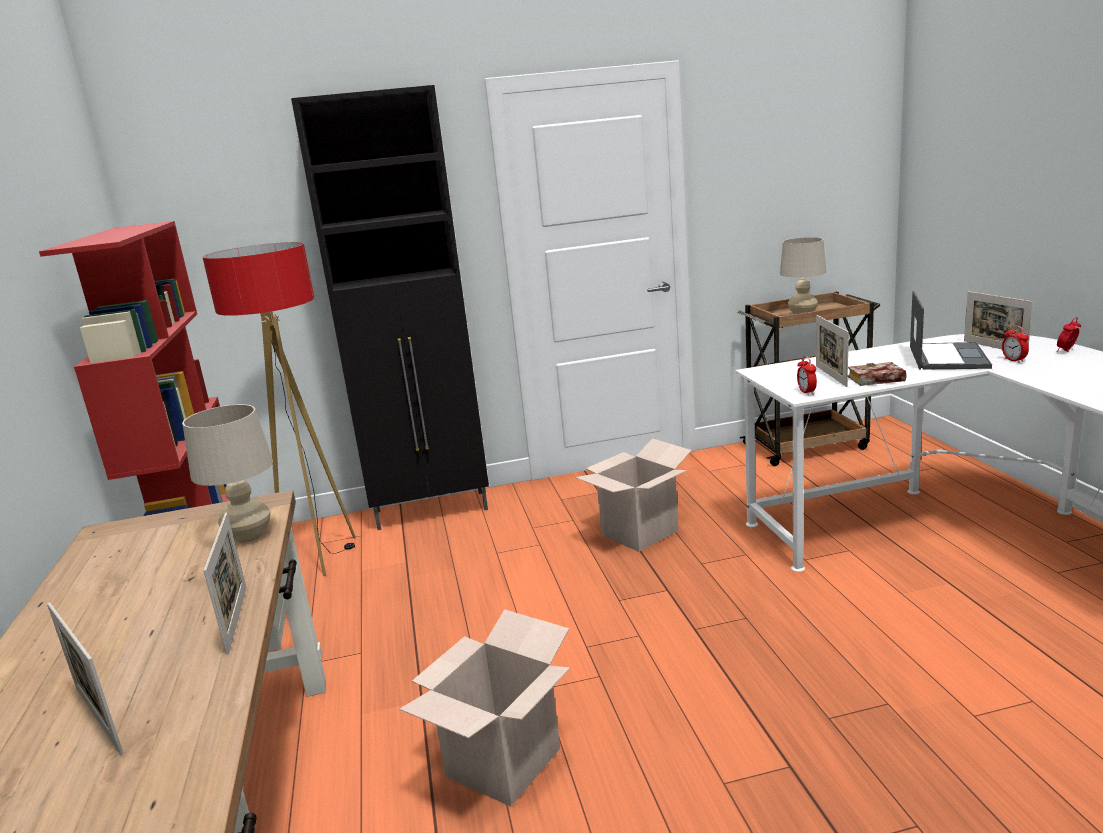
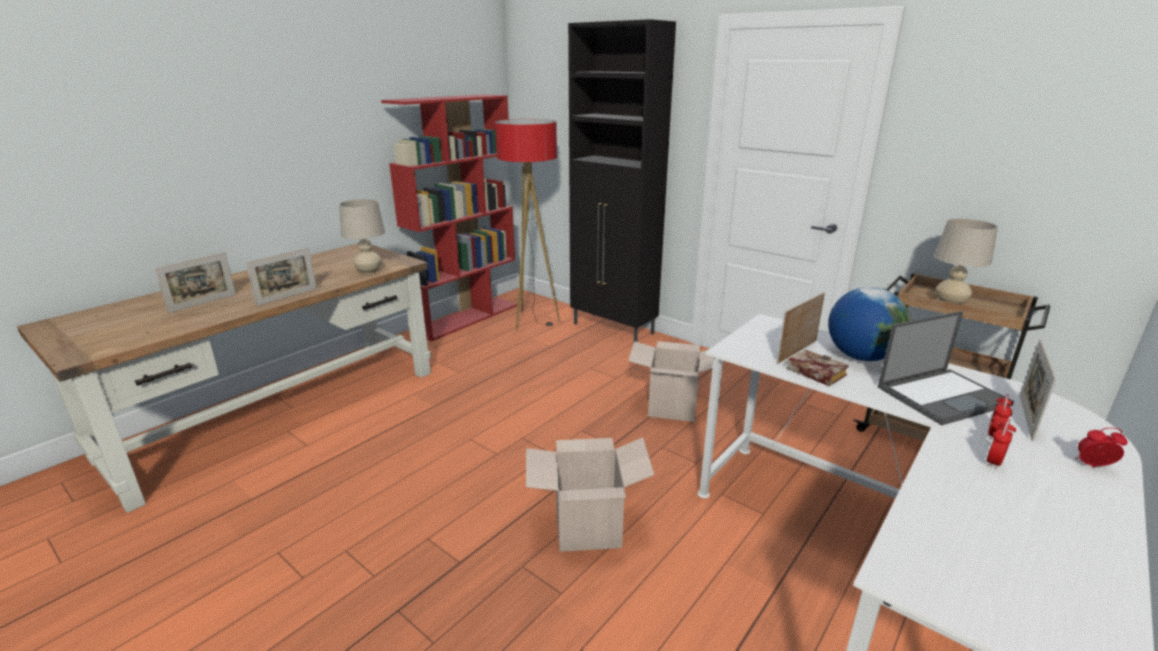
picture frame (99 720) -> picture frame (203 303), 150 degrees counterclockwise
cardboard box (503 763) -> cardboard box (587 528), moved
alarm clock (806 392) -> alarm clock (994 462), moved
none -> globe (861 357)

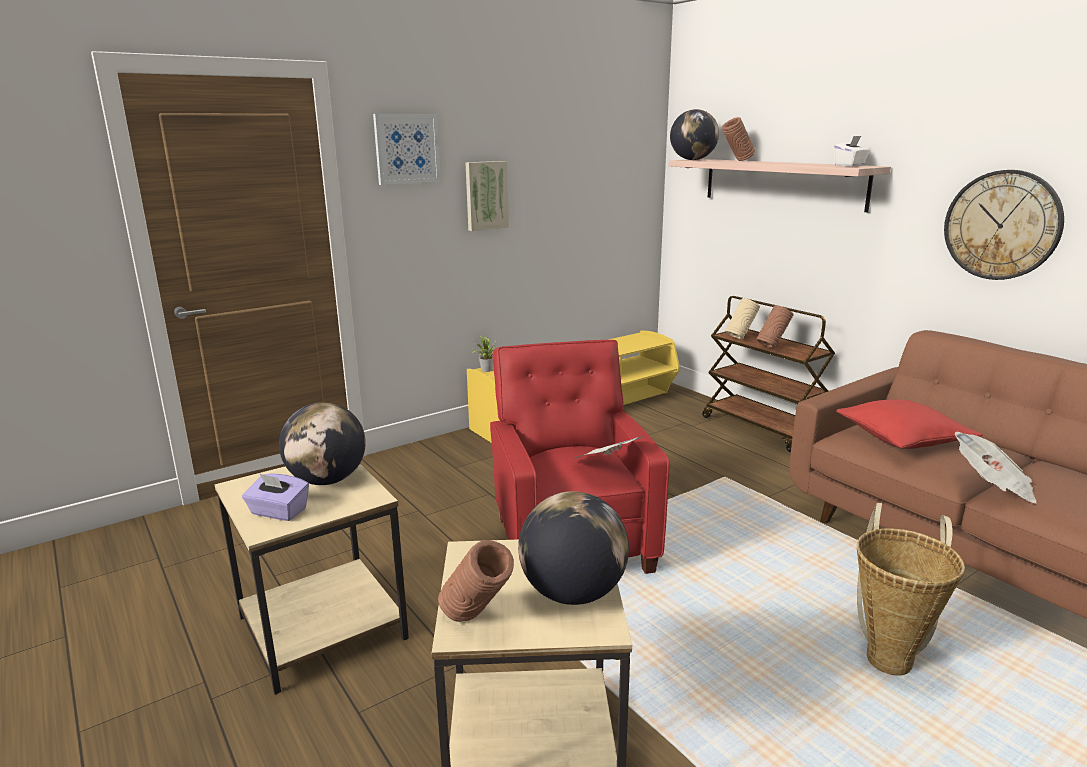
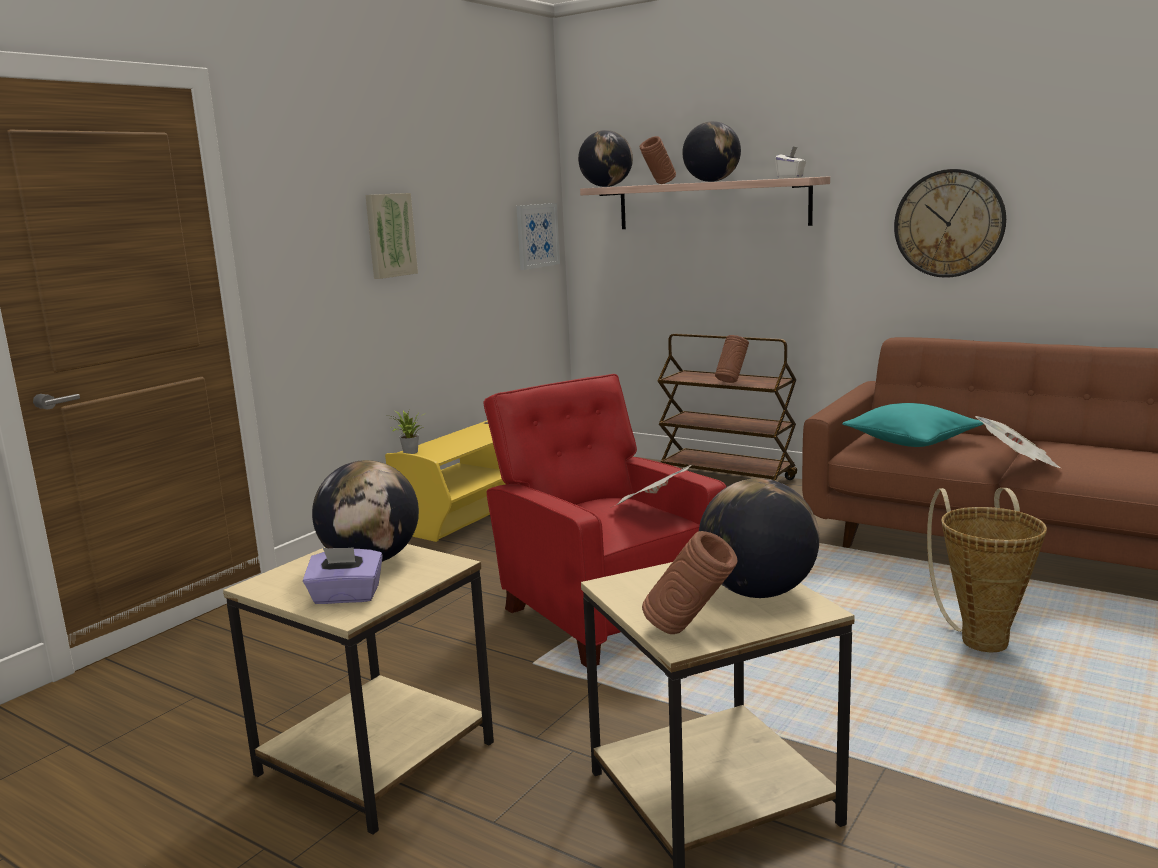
picture (406 149) -> picture (537 235), moved
vase (beige) (740 338) -> none
pillow (red) (902 438) -> pillow (turquoise) (911 440)
none -> globe (712 181)

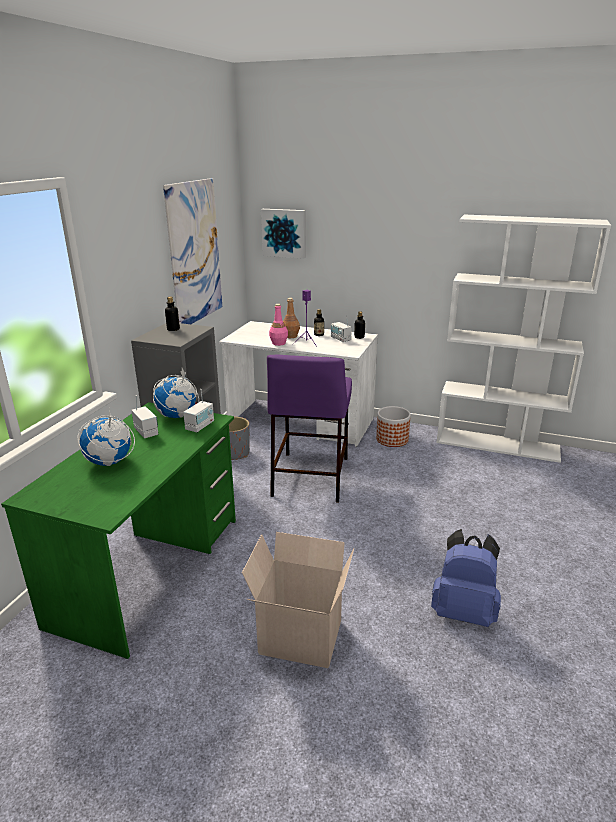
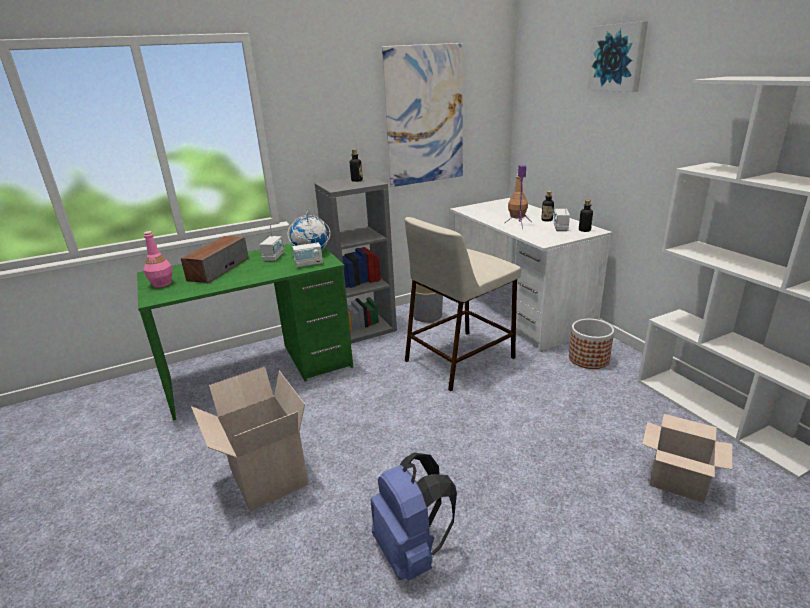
globe (109 463) -> speaker (218 269)
picture (284 233) -> picture (618 57), moved
stool (purple) (310 475) -> stool (beige) (460 358)
bottle (pink) (278 343) -> bottle (pink) (161 284), moved
none -> cardboard box (679 480)

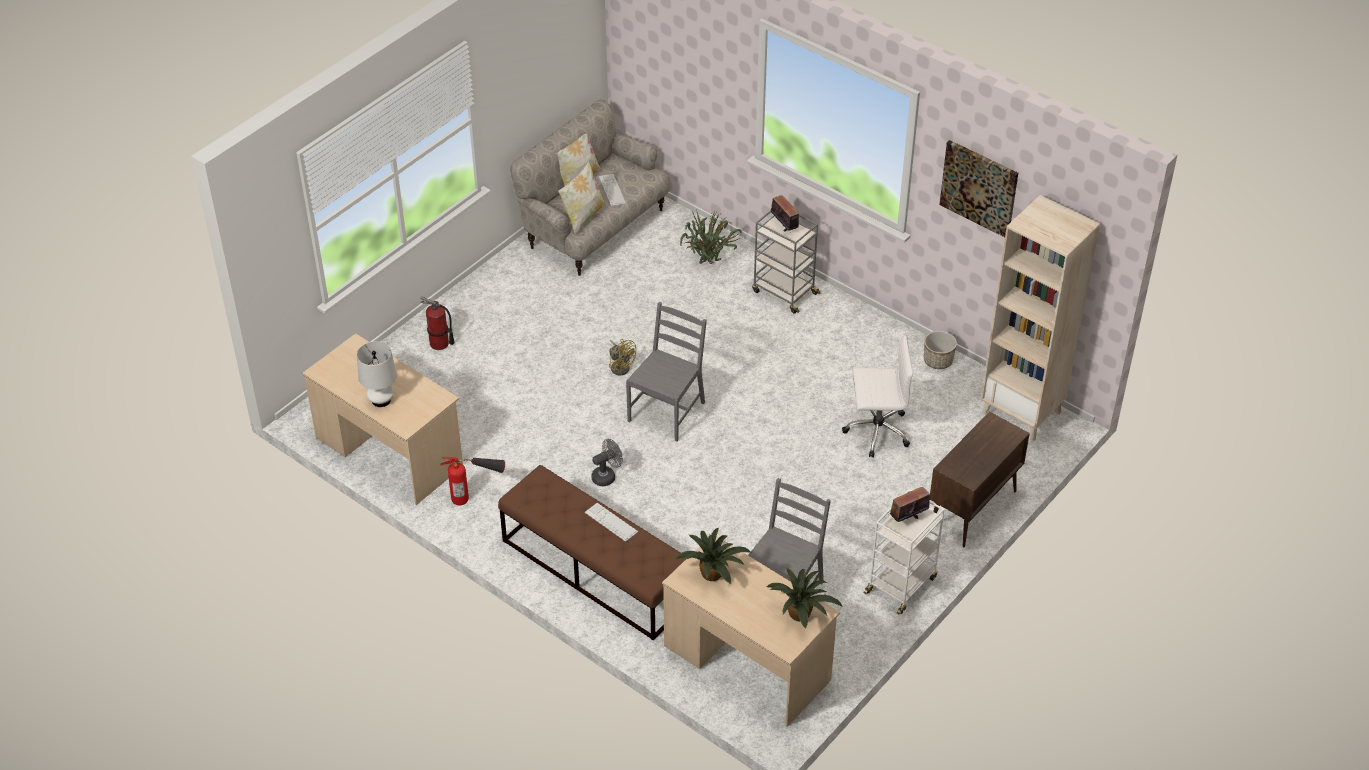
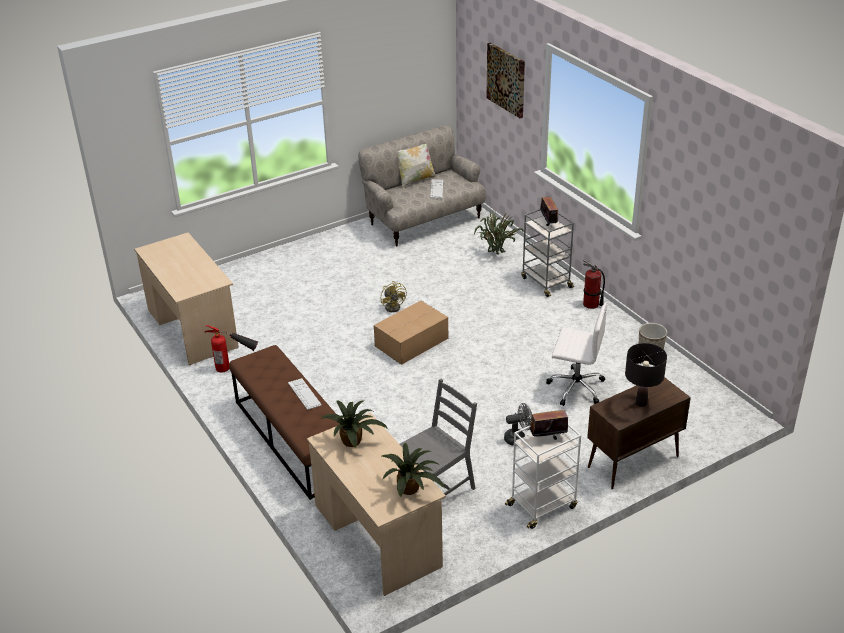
table lamp (white) (381 400) -> none
fire extinguisher (439 344) -> fire extinguisher (591 304), moved
pillow (583 217) -> none
fan (grey) (607 476) -> fan (grey) (518 438), moved
chair (grey) (667 411) -> cardboard box (412 342)
picture (979 187) -> picture (506 79), moved
bookcase (beige) (1022 412) -> none
none -> table lamp (black) (641 403)

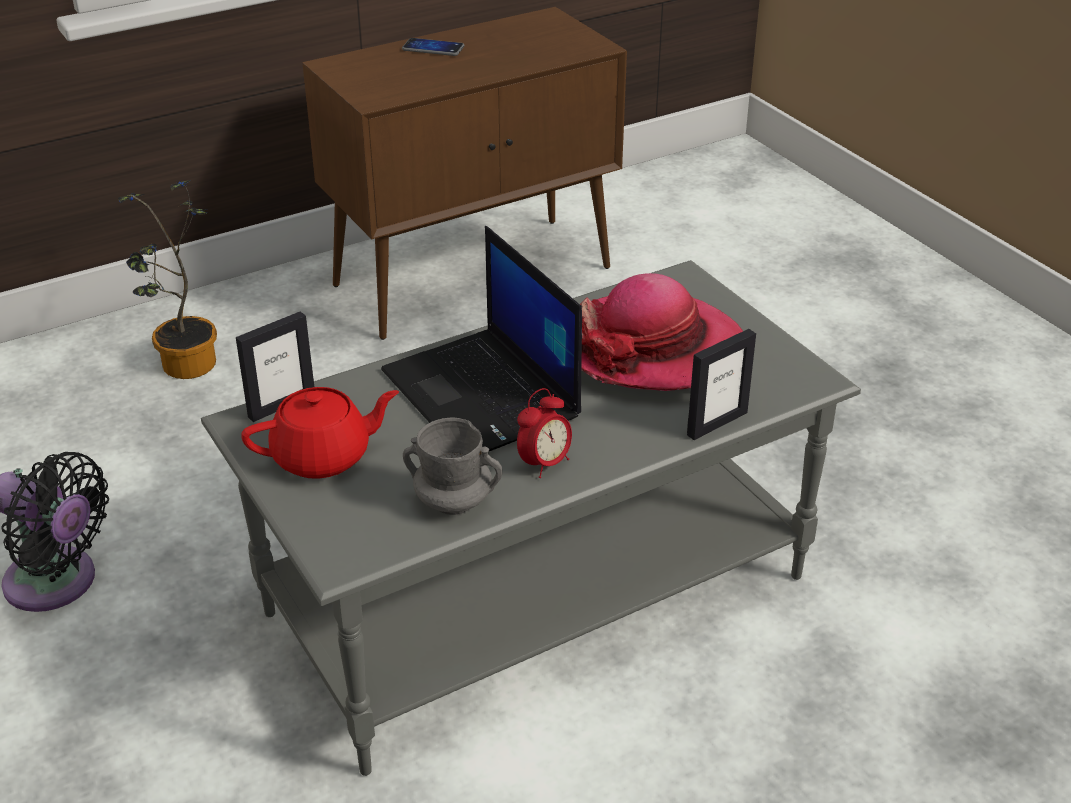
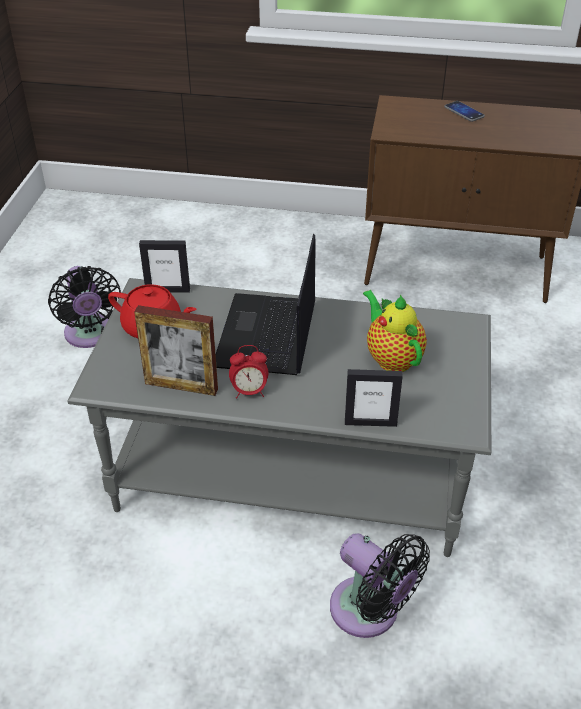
potted plant (185 369) -> none
mug (grey) (454 501) -> picture frame (181 386)
hat (652 349) -> teapot (391 358)
none -> fan (black) (370 612)

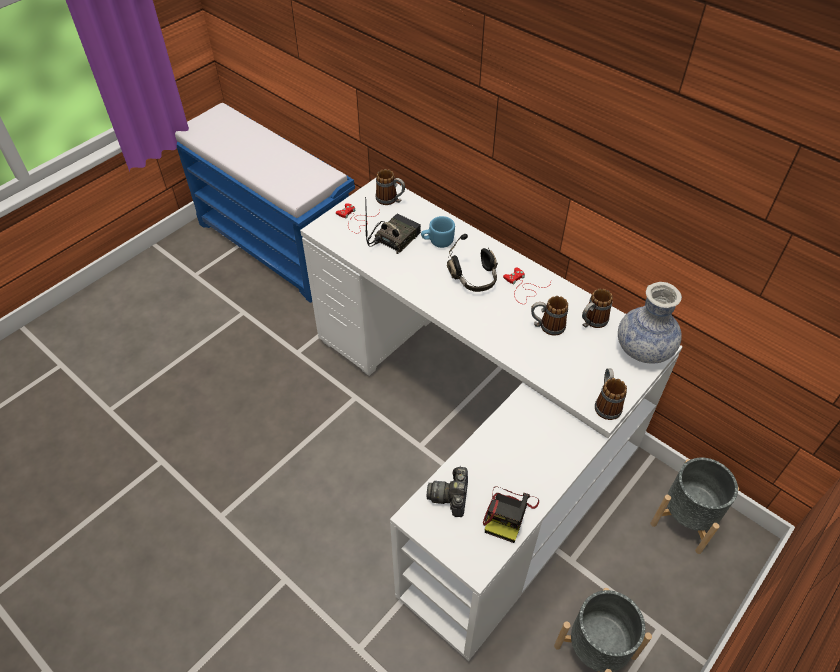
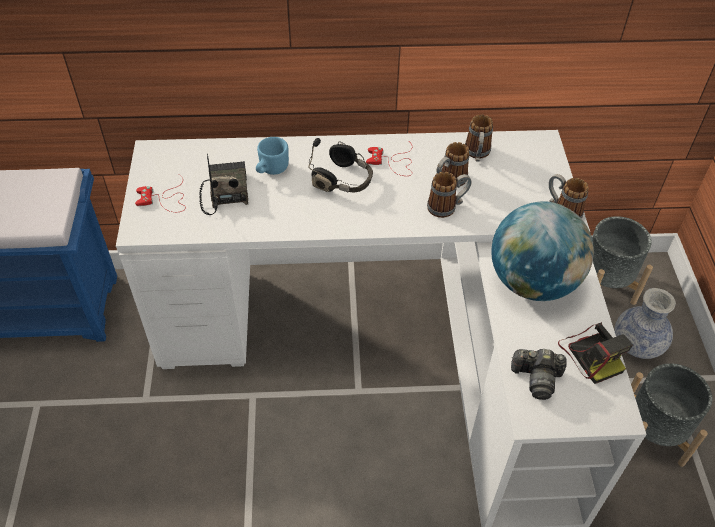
mug (390 200) -> mug (447 207), moved
photo camera (450 496) -> photo camera (536 378), 45 degrees counterclockwise
vase (643 349) -> vase (637 344), moved
none -> globe (533 282)

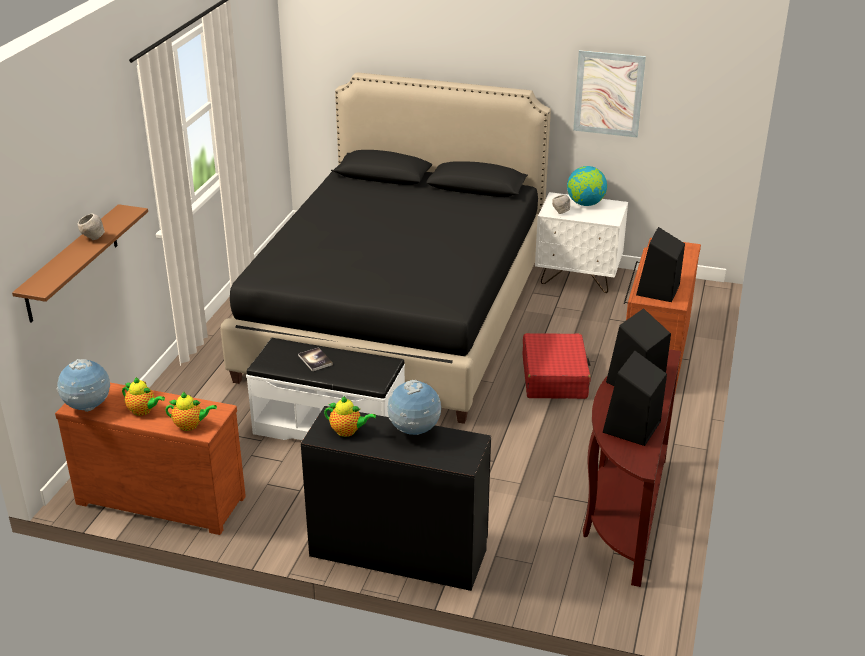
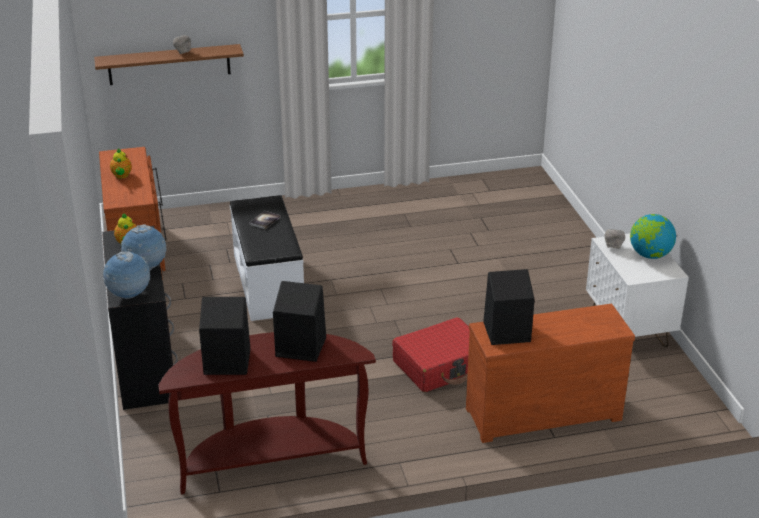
globe (88 407) -> globe (129 296), moved
teapot (190 425) -> none
bed (black) (398 316) -> none
picture (608 93) -> none

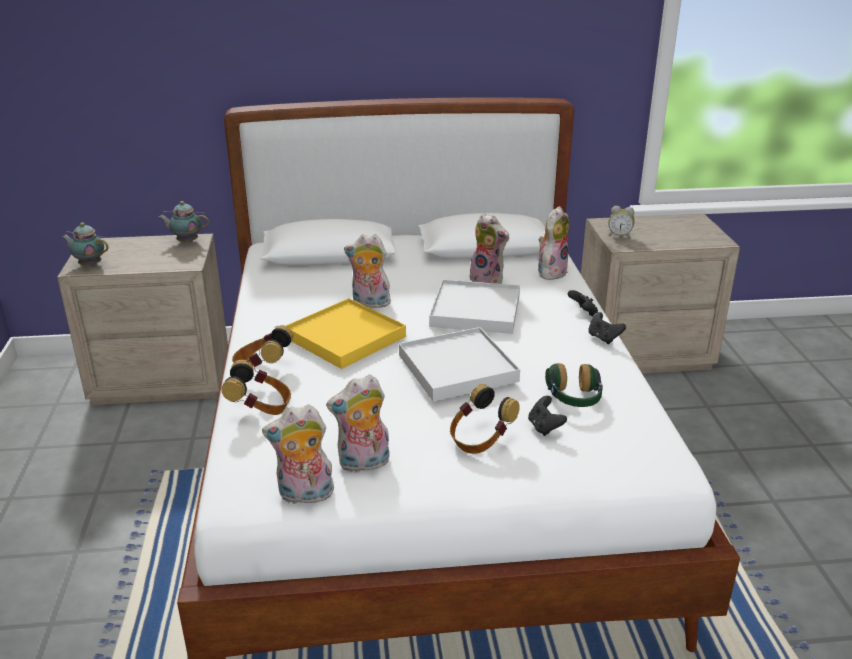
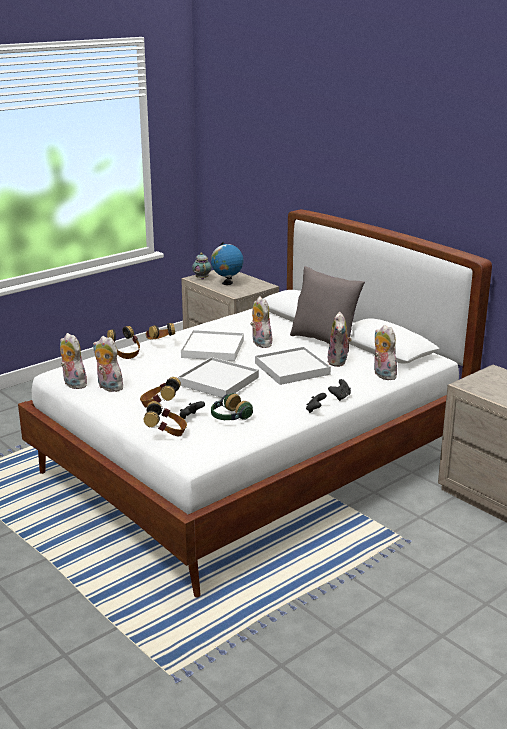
teapot (186 241) -> none
tray (yellow) (345 337) -> tray (white) (213 349)
plush toy (551 272) -> plush toy (382 375), 120 degrees counterclockwise
alarm clock (619 236) -> none
none -> headphones (166 433)
none -> globe (227 283)
none -> pillow (grey) (324 340)

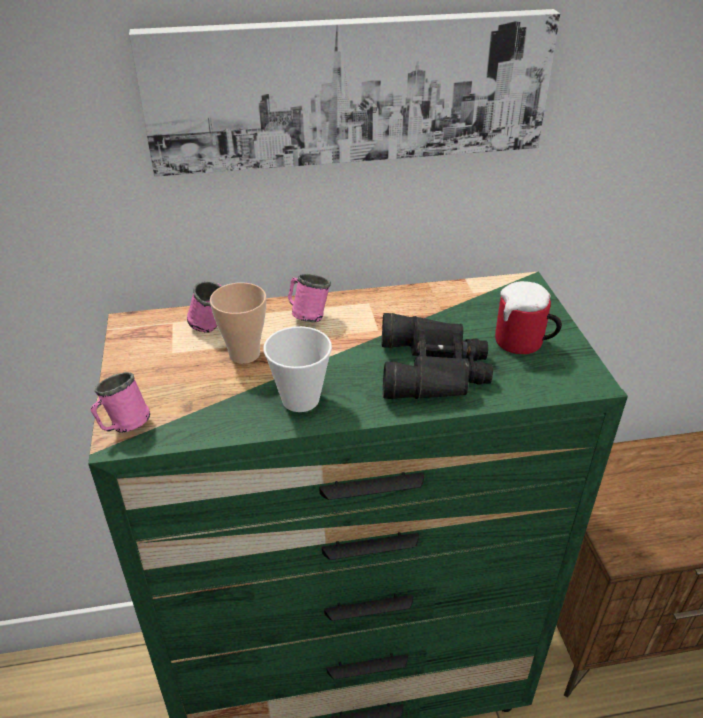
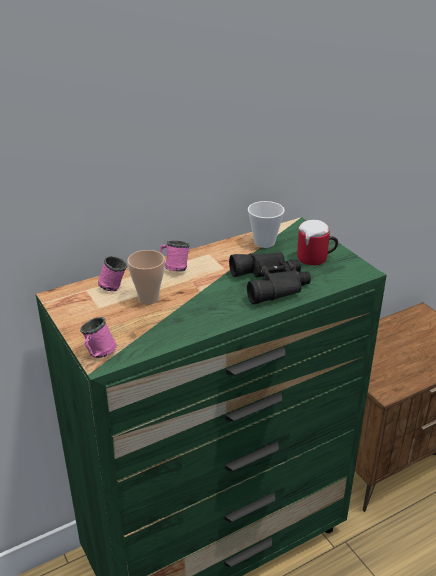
picture (350 90) -> none
cup (300 399) -> cup (264 242), moved

